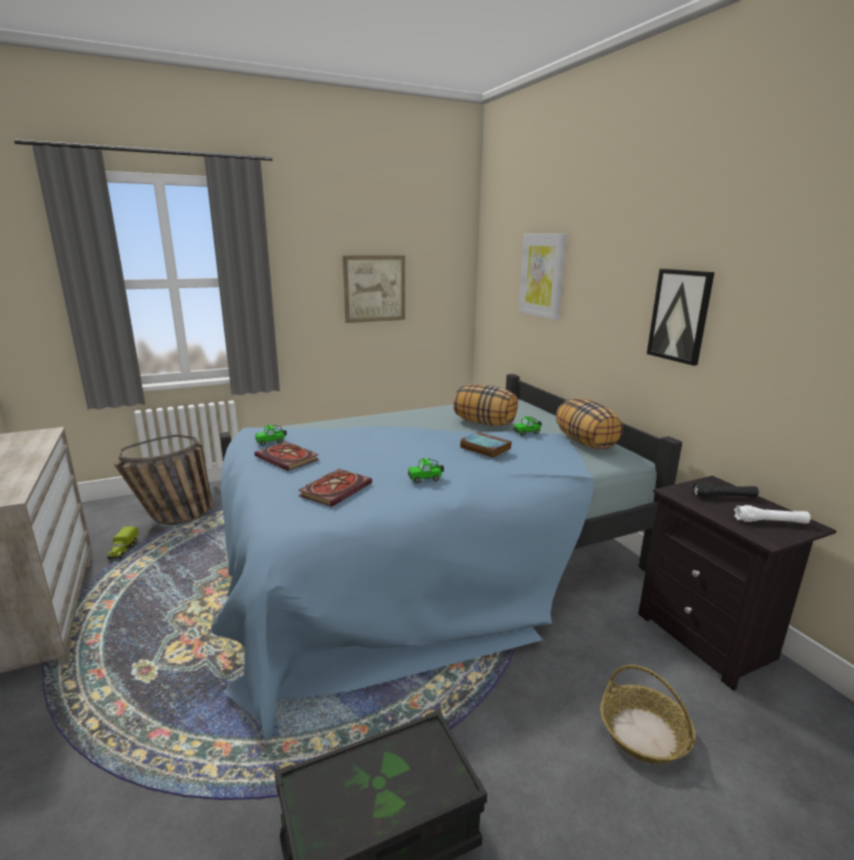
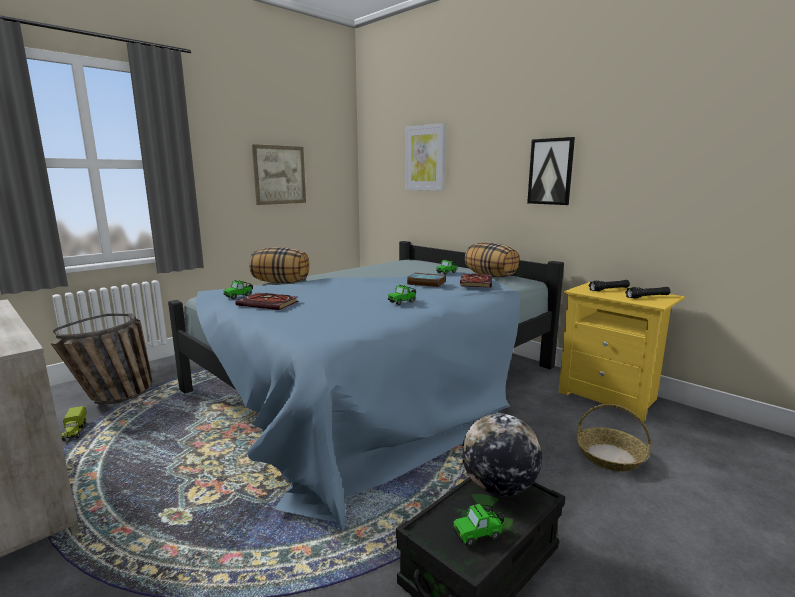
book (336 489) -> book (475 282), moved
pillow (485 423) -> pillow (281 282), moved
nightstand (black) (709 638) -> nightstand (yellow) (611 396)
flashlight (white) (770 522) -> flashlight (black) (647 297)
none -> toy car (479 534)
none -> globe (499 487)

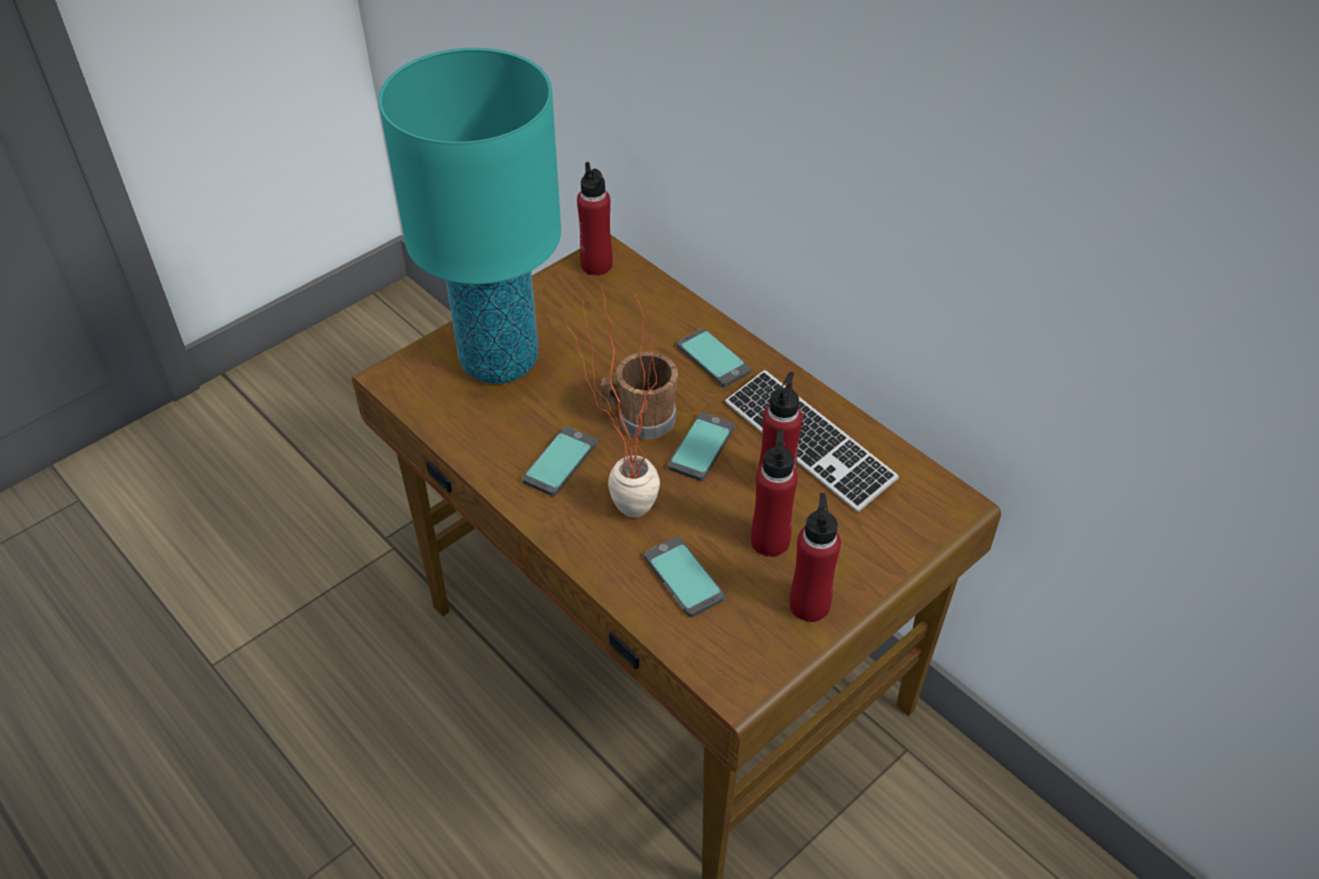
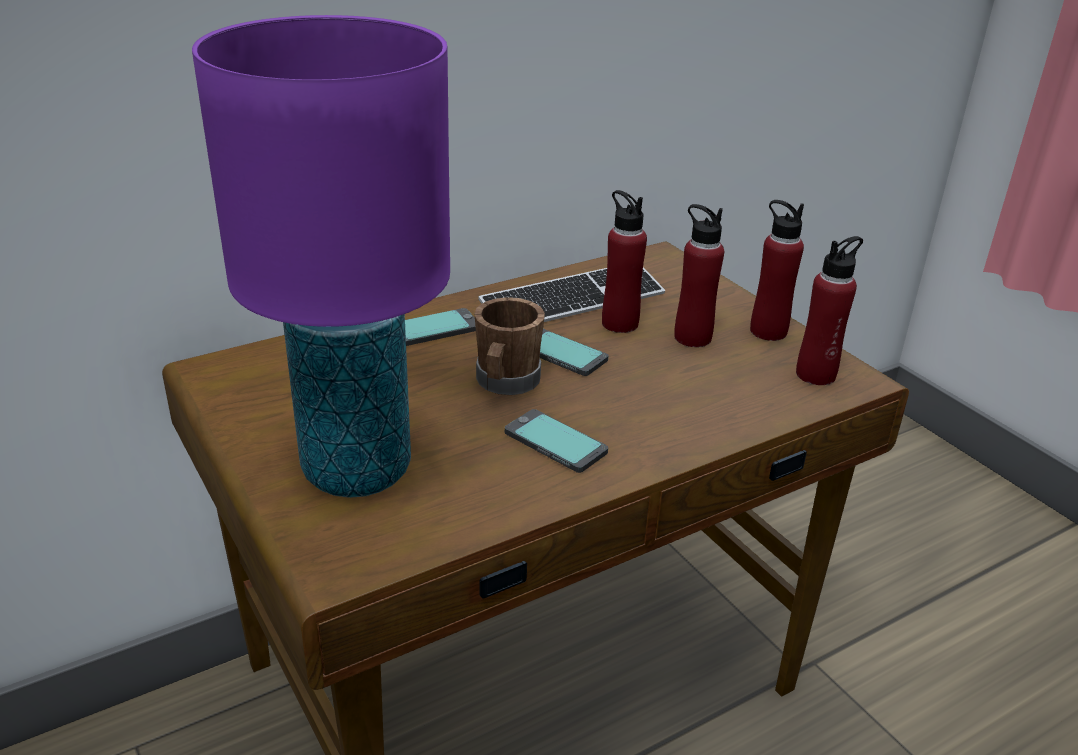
table lamp (turquoise) (500 360) -> table lamp (purple) (356 469)
potted plant (618 508) -> none
bottle (red) (596 265) -> bottle (red) (816 374), moved
phone (683 578) -> none

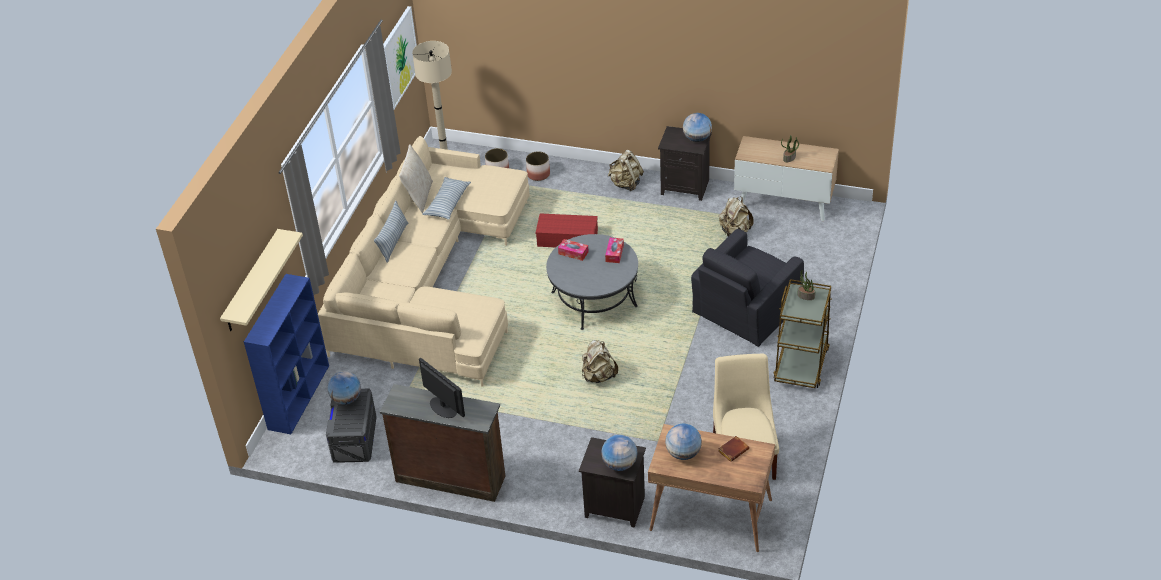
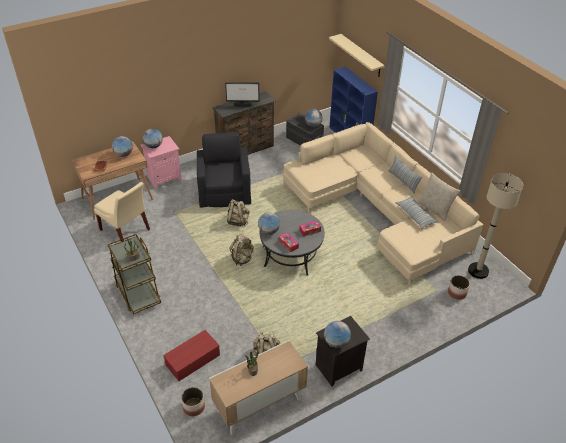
picture (399 57) -> none
planter (538 174) -> planter (194 407), moved
storage box (red) (568 238) -> storage box (red) (192 360), moved
nightstand (black) (613 507) -> nightstand (pink) (164 178)
backpack (beige) (626 184) -> backpack (beige) (242 258), moved
armchair (black) (746 309) -> armchair (black) (224 189), moved
none -> globe (268 231)

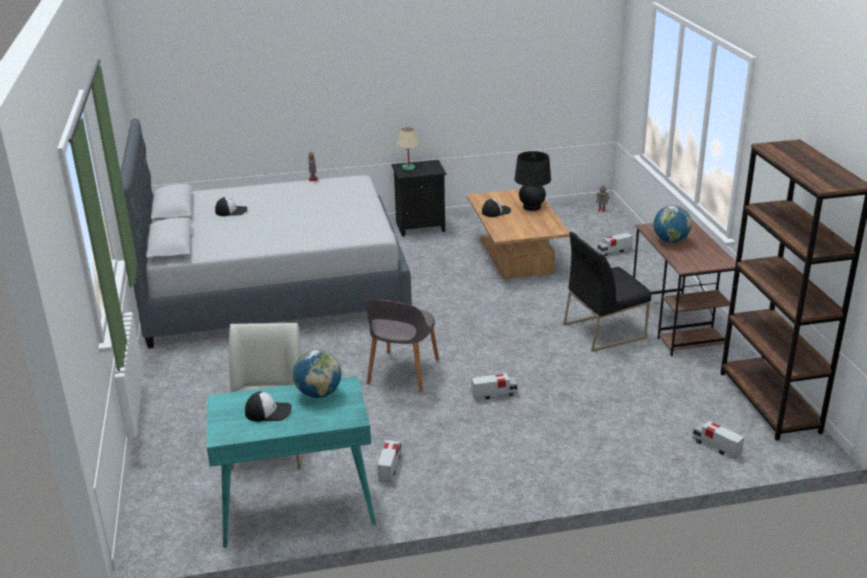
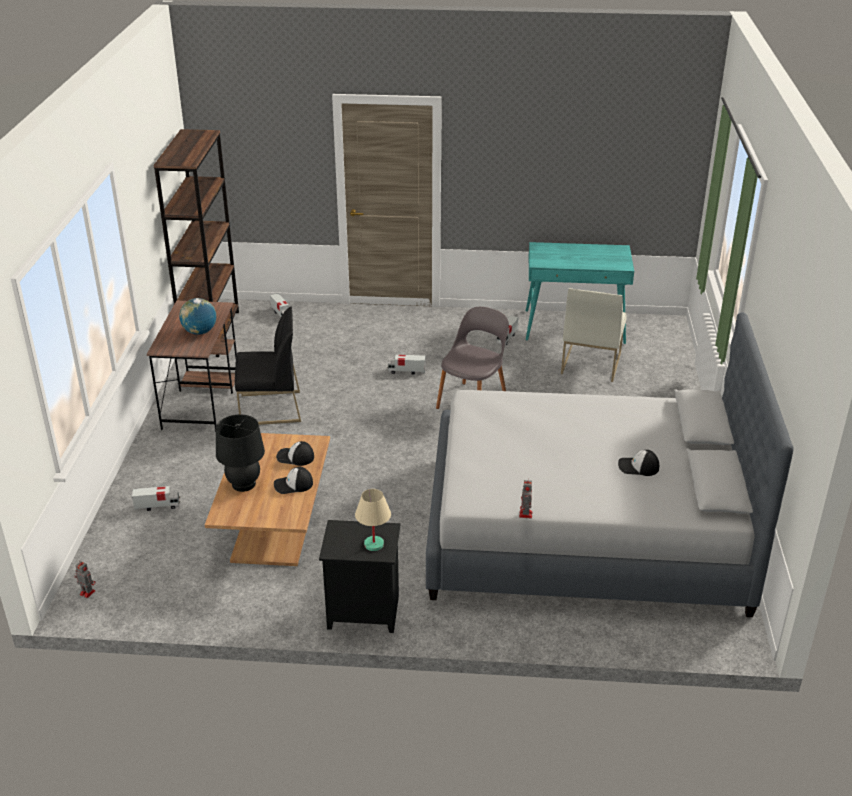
cap (268 411) -> cap (295 457), moved
globe (319 394) -> none

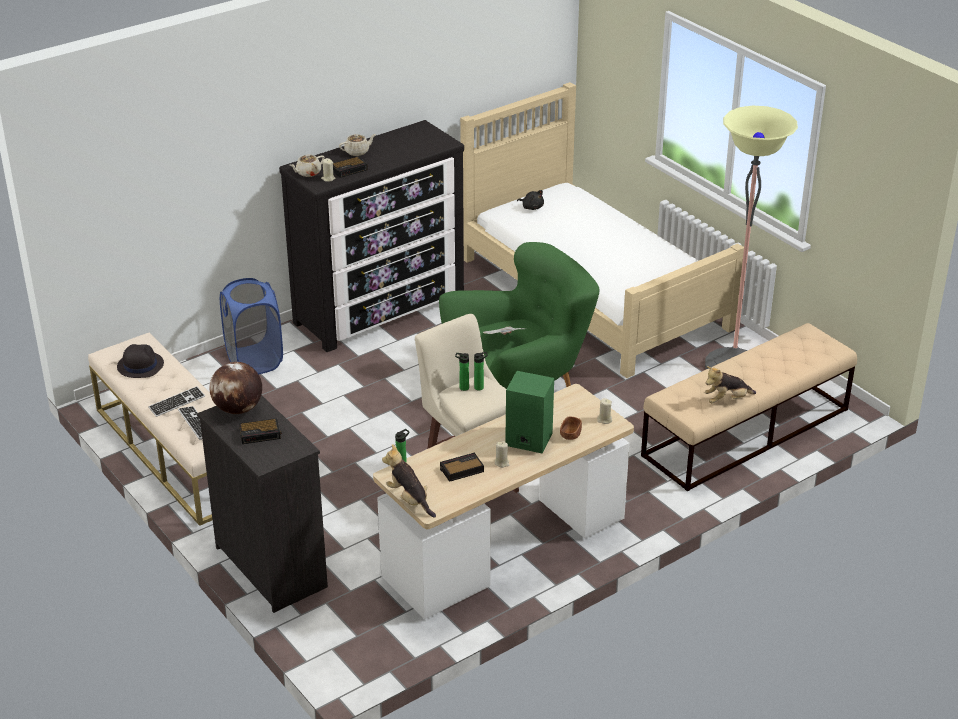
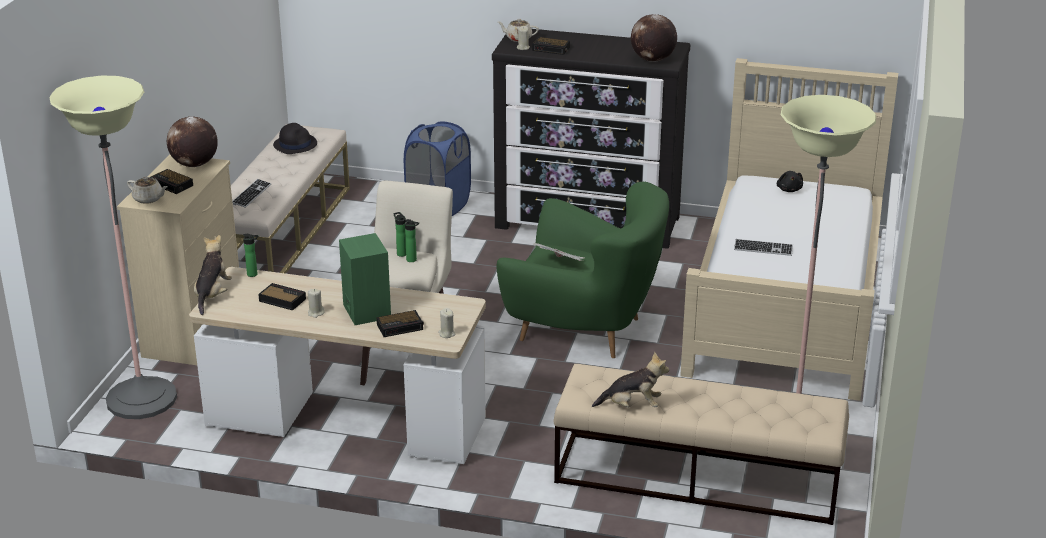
keyboard (177 403) -> keyboard (763 249), moved
dresser (black) (271 566) -> dresser (beige) (194 331)
teapot (beige) (357 152) -> teapot (beige) (148 199), moved
bowl (brown) (570 434) -> alarm clock (401 327)
plush toy (727 400) -> plush toy (632 406), 150 degrees clockwise
none -> floor lamp (141 399)
none -> globe (652 60)

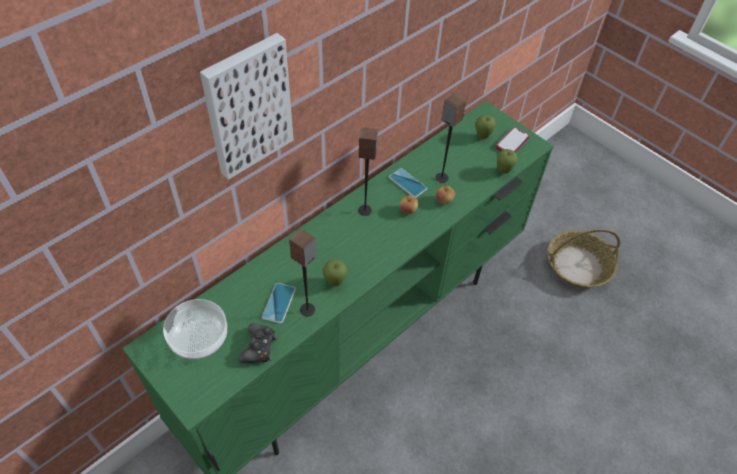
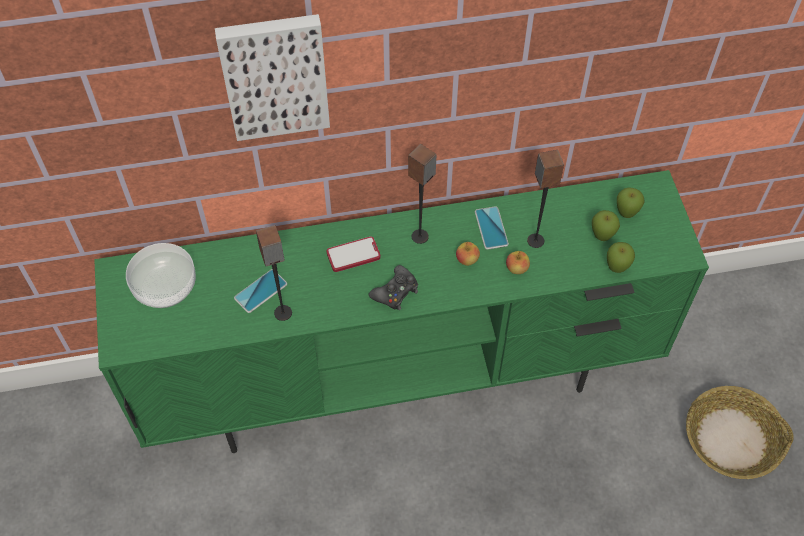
game controller (black) (259 347) -> game controller (black) (395 292), moved
apple (335 282) -> apple (601 237), moved
phone (512 142) -> phone (353 255), moved

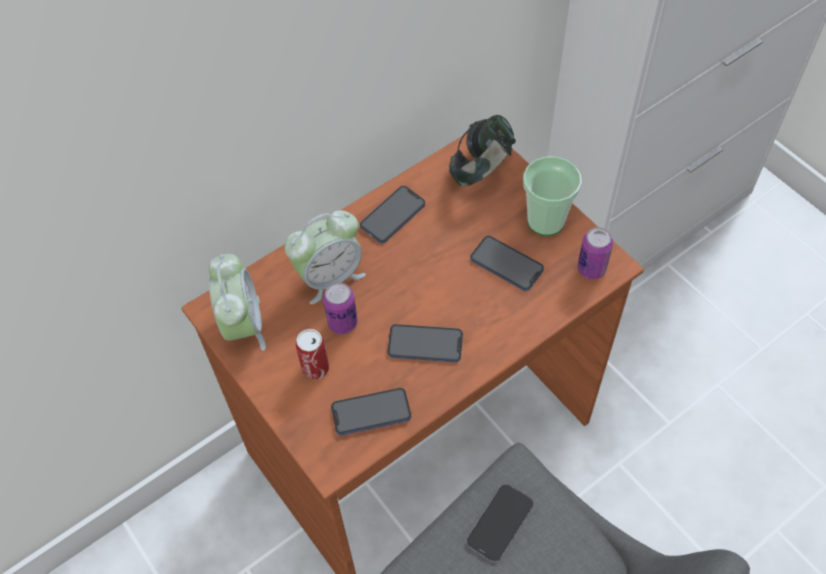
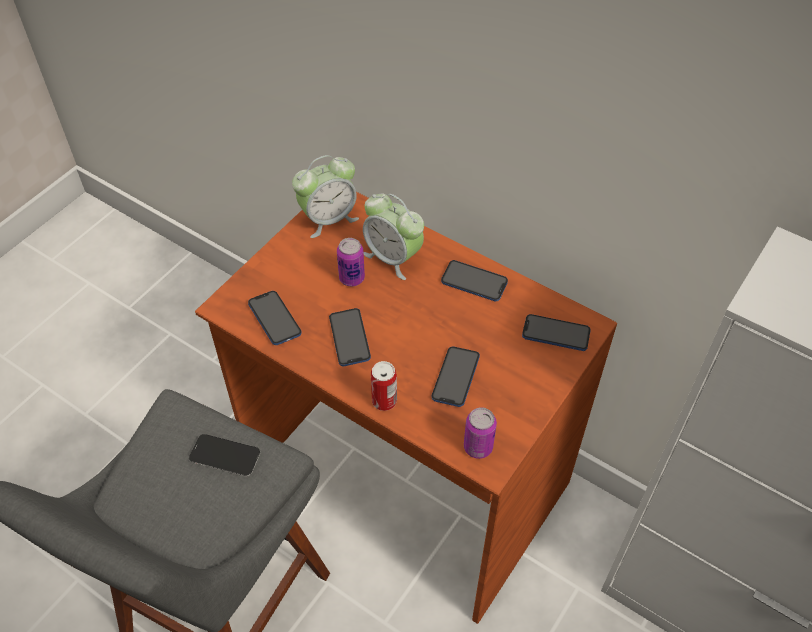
can (315 368) -> can (384 401), moved
headphones (482 170) -> phone (556 334)
cup (546 221) -> none

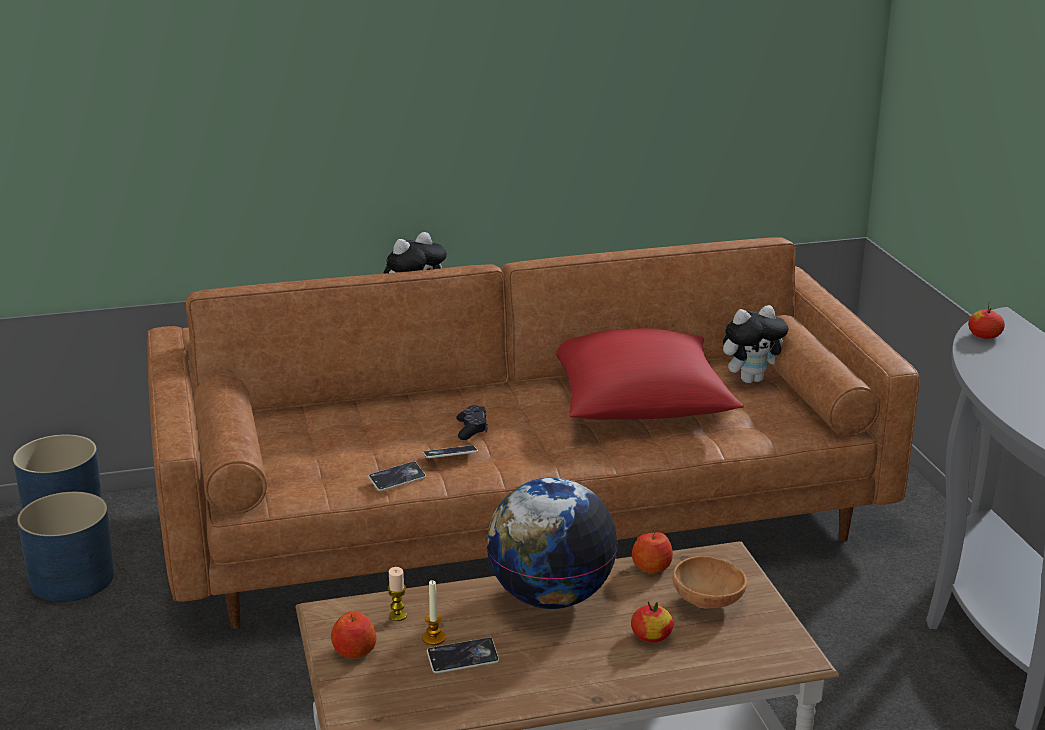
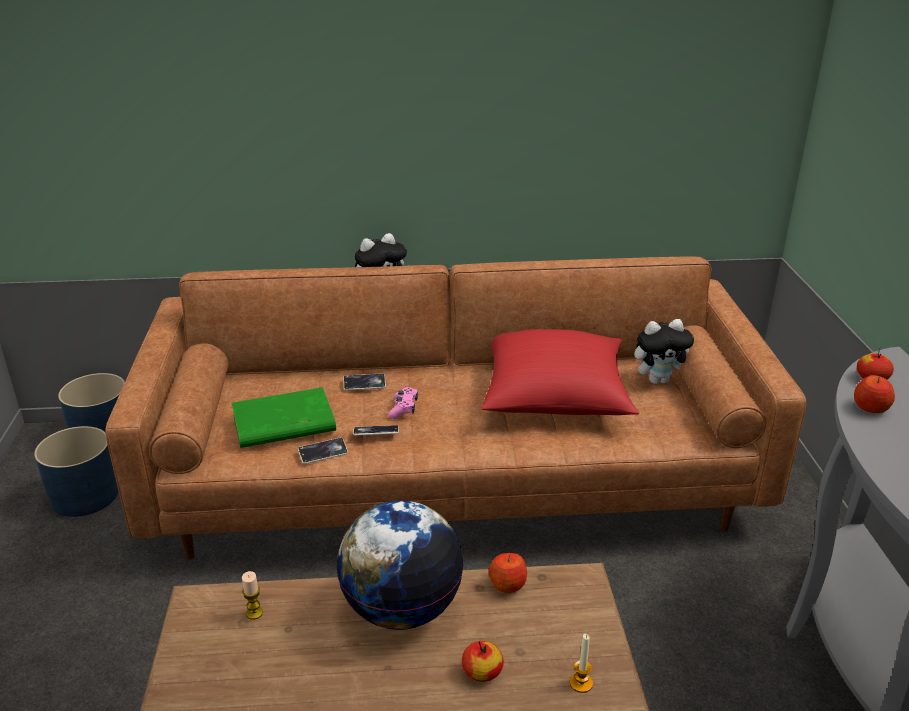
apple (354 651) -> apple (870 408), moved
candle (433 638) -> candle (581 683), moved
phone (463 659) -> phone (364 384), moved
game controller (black) (472 429) -> game controller (pink) (403 408)
bowl (brown) (709 603) -> none
none -> book (green) (283 424)

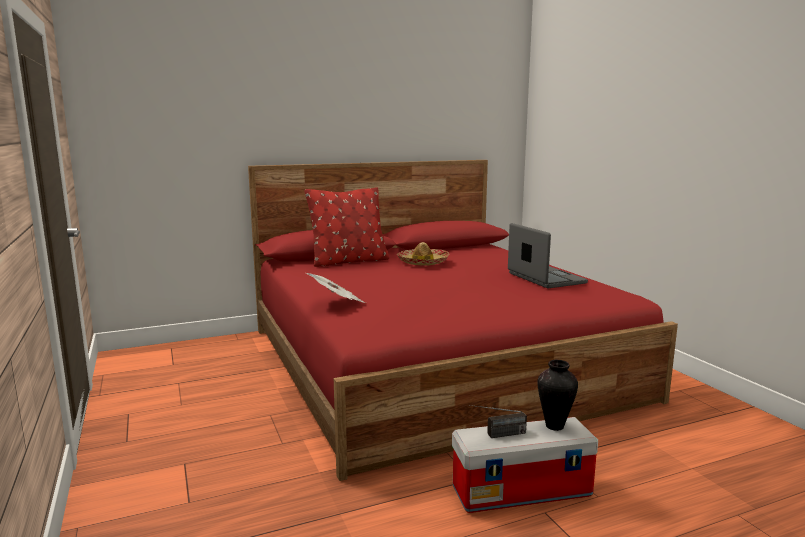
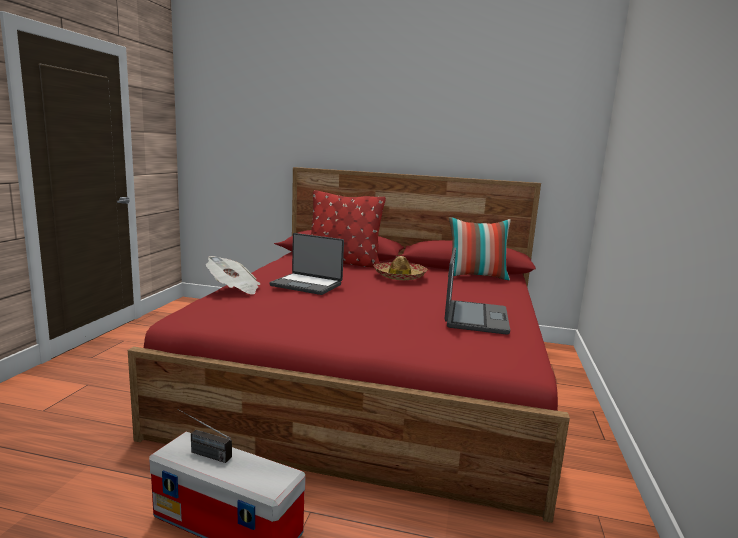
vase (554 426) -> none
none -> laptop (307 285)
none -> pillow (476 276)

